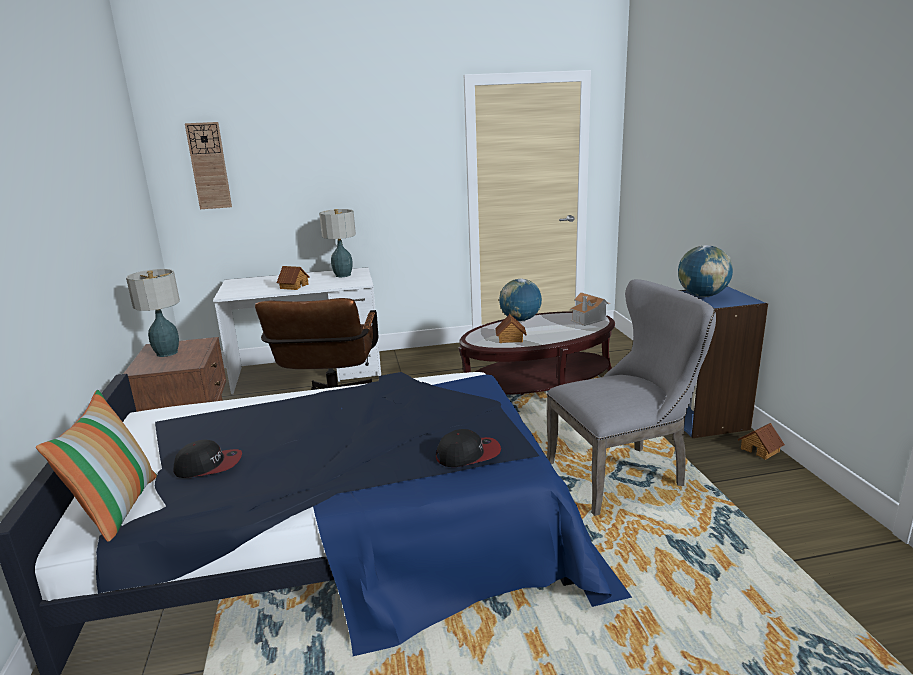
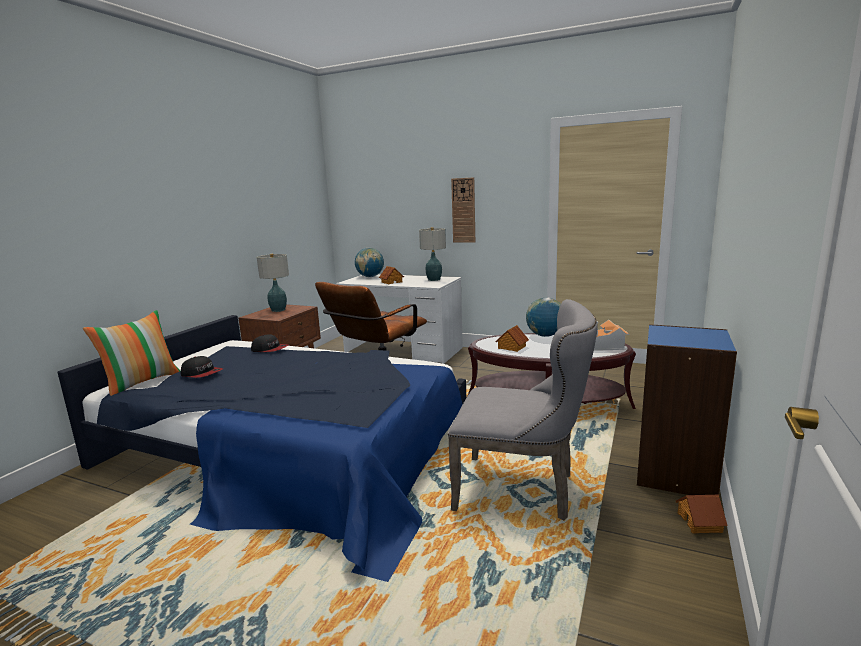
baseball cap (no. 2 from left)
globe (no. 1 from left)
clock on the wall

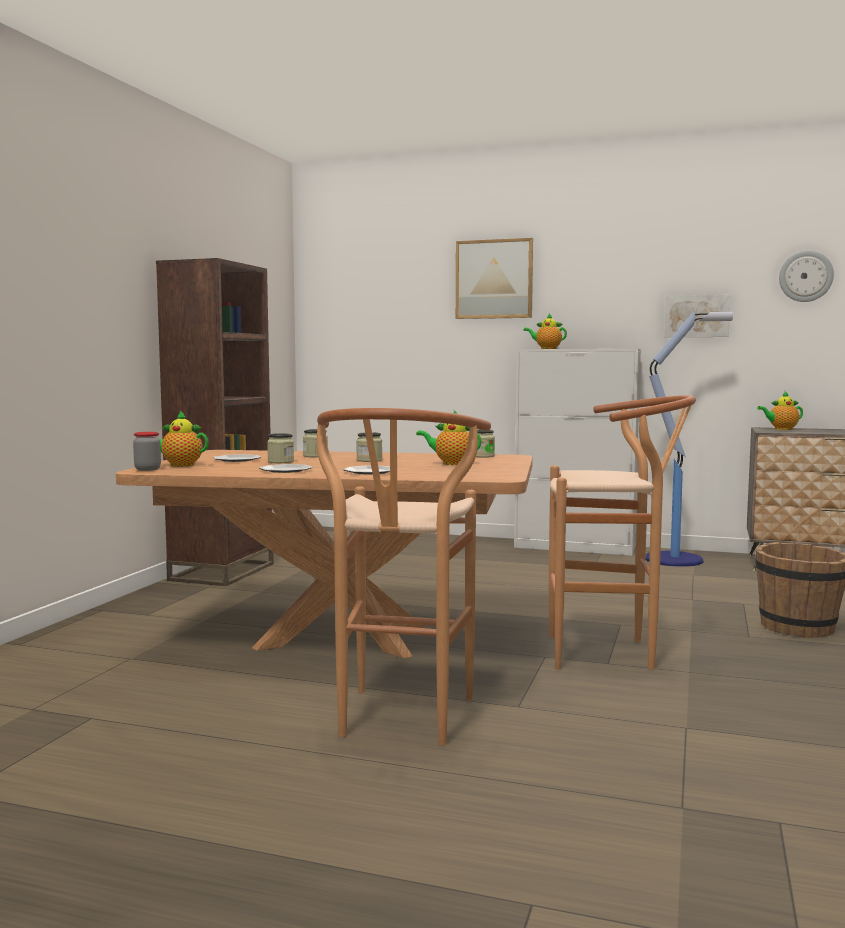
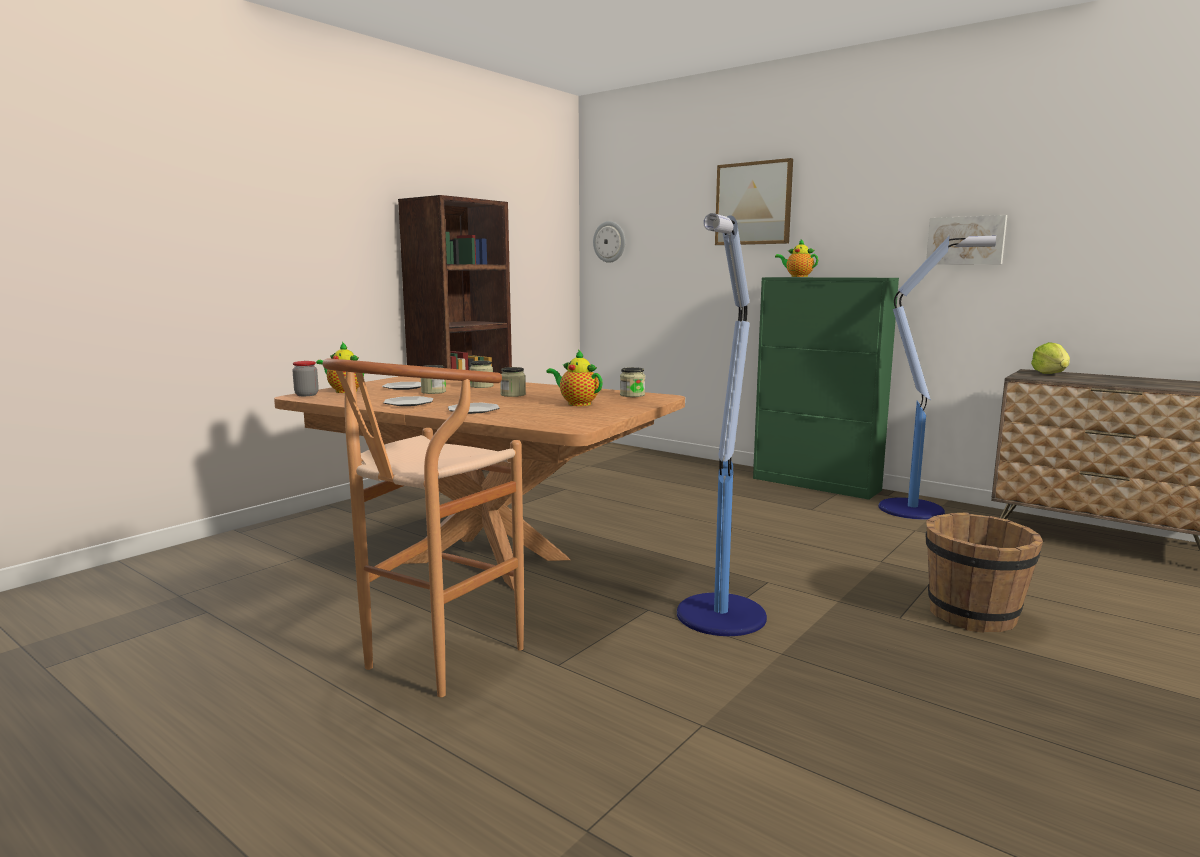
clock on the wall
standing lamp (no. 1 from left)
green-coloured cupboard
head of lettuce

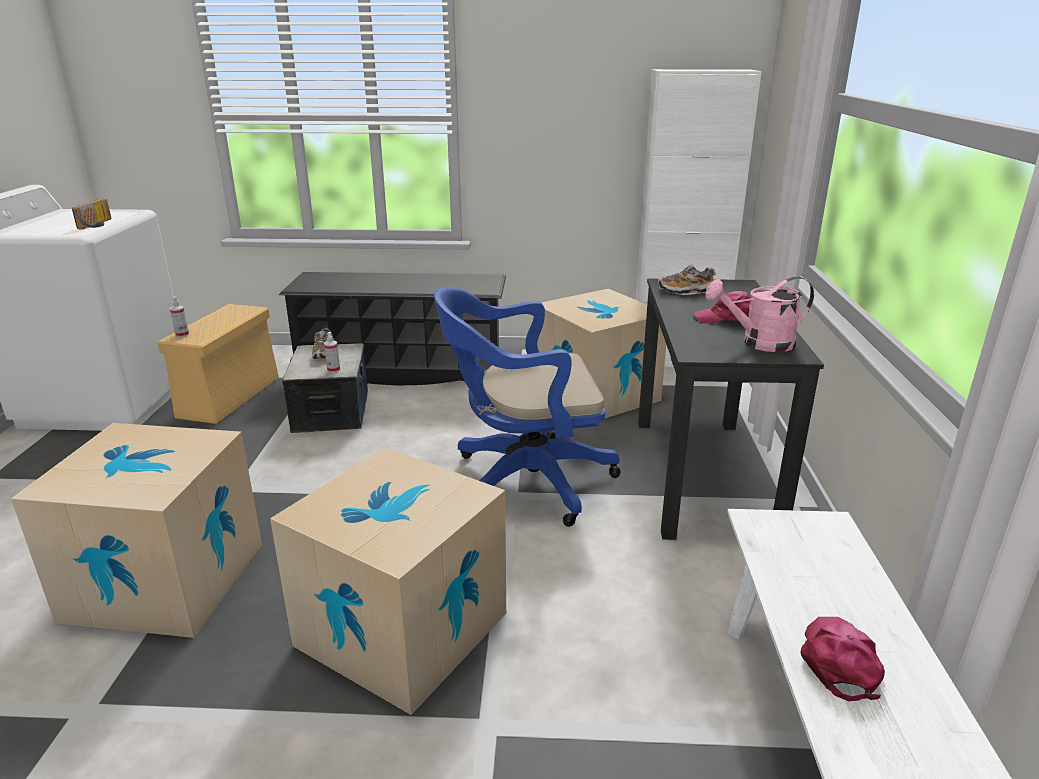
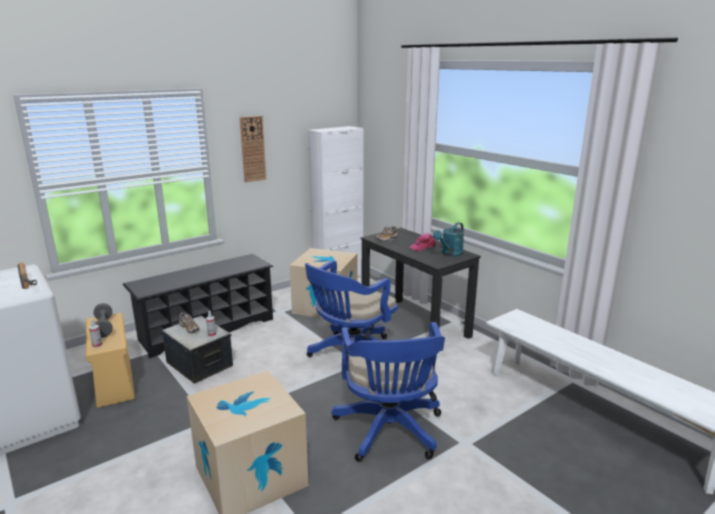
gray dumbbell
clock on the wall
bluish computer chair (no. 2 from left)
blue-green watering pot
pink-coloured baseball cap (no. 2 from left in the first image)

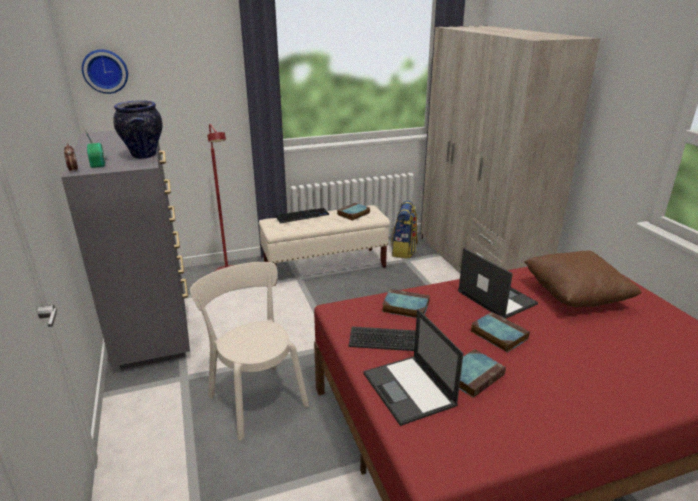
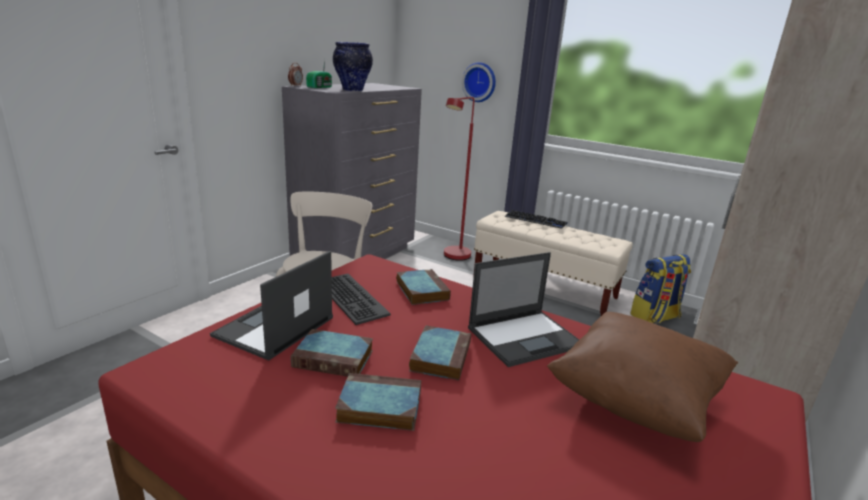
book (no. 2 from left)
clock on the wall
portable computer (no. 2 from left)

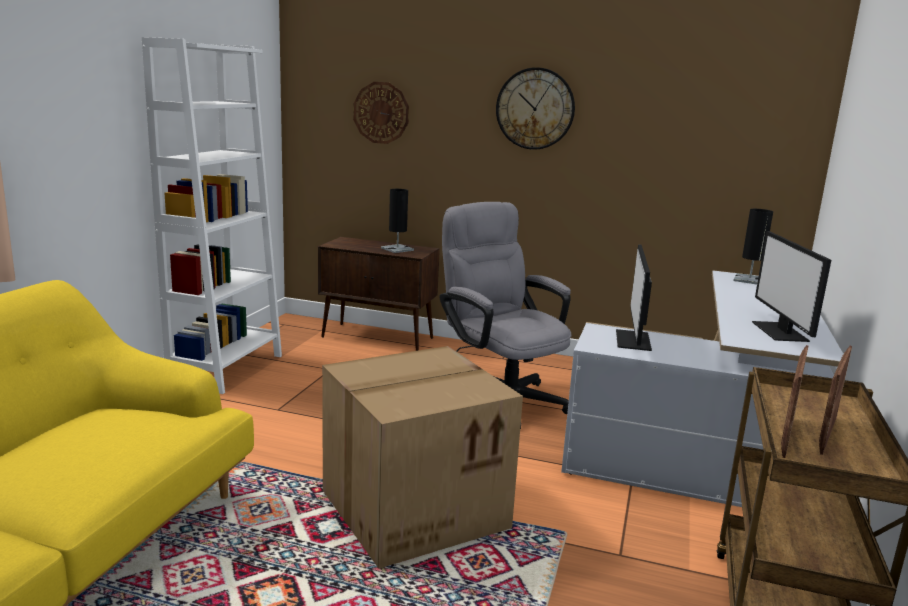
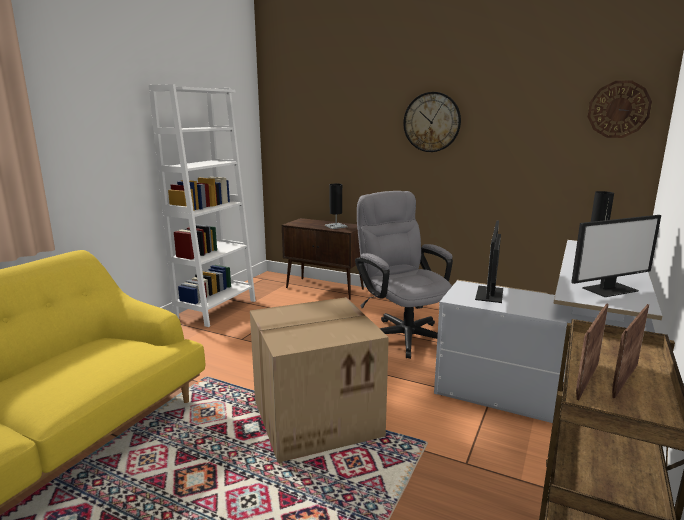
monitor (no. 2 from left)
clock on the wall (no. 2 from left)

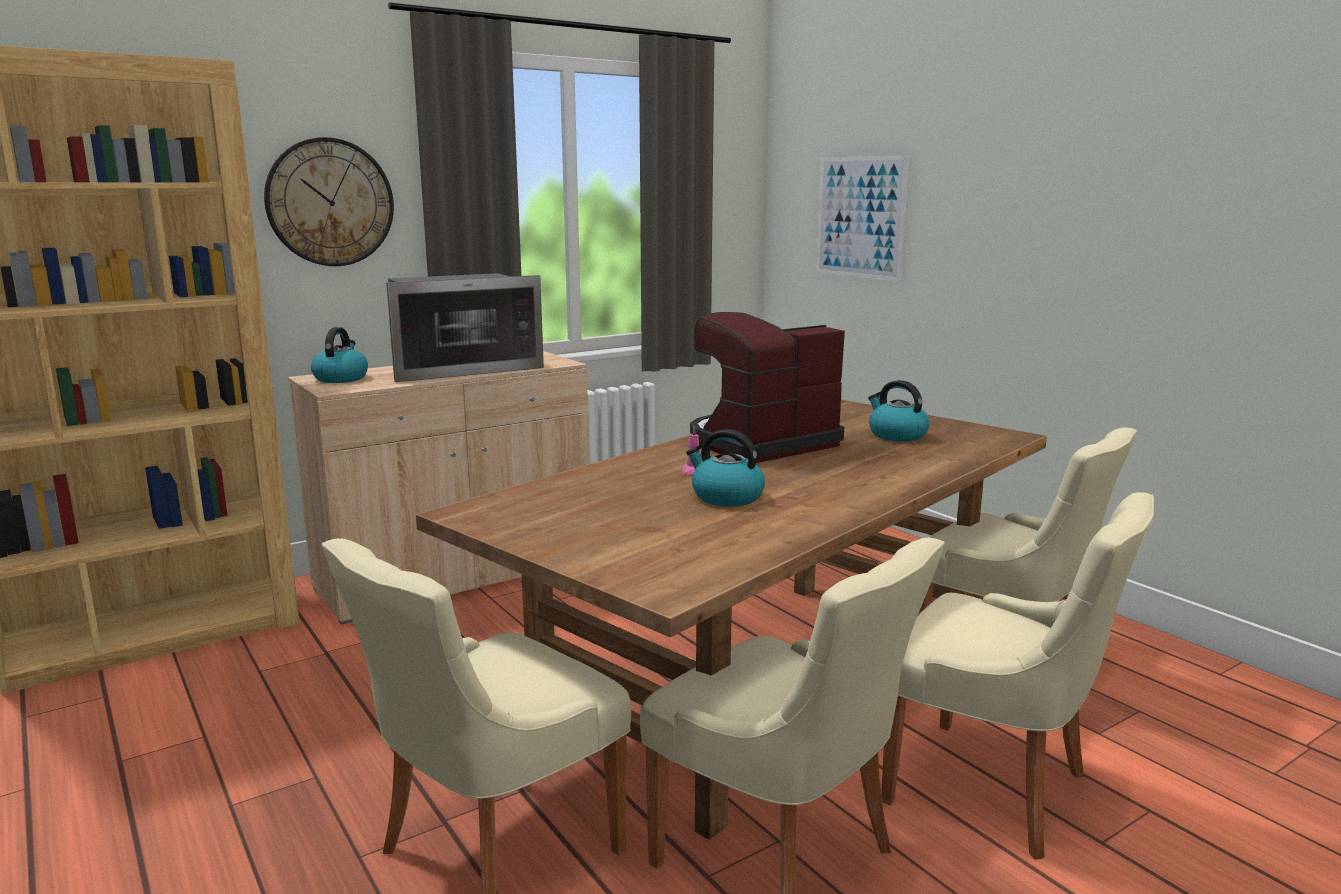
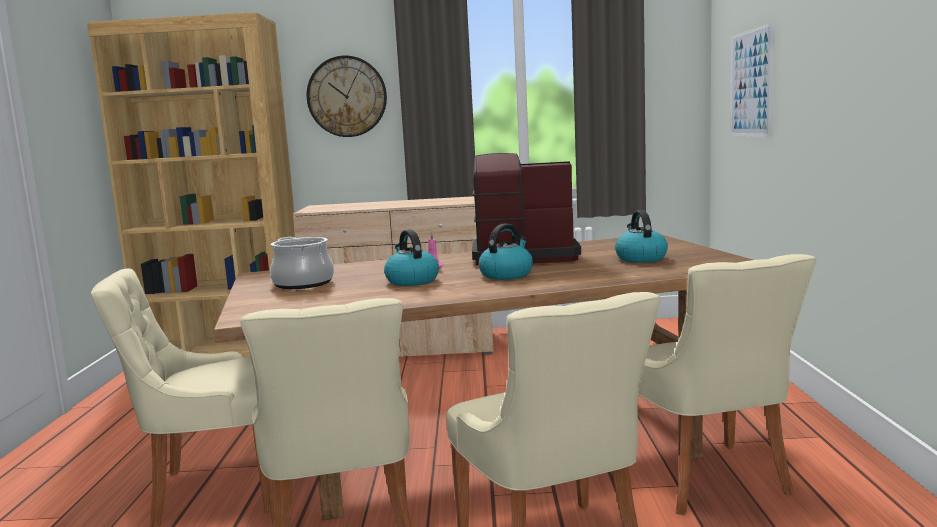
stockpot
tea kettle (no. 2 from left)
kitchen microwave

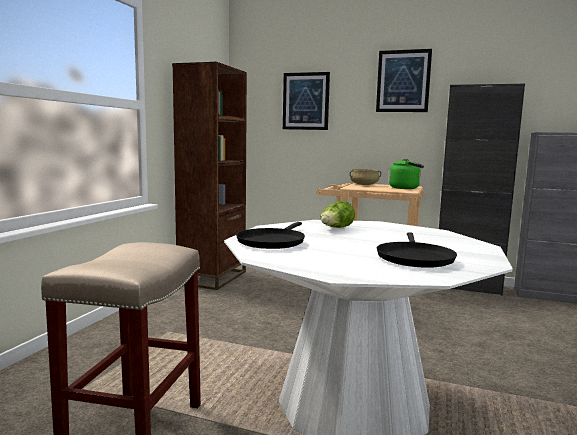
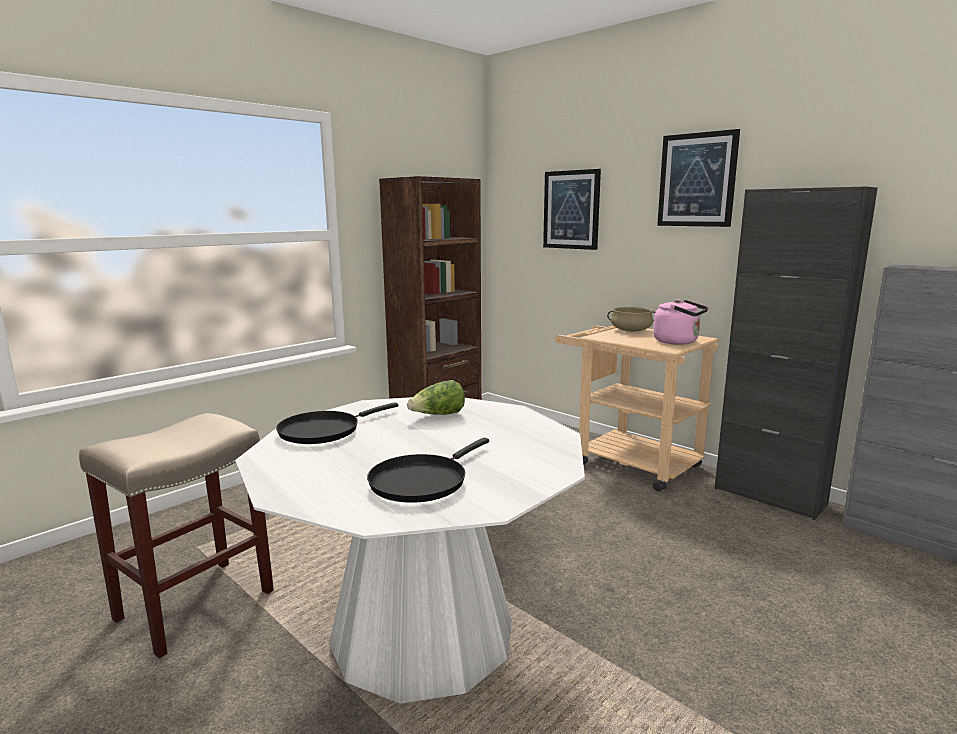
pink-coloured tea kettle

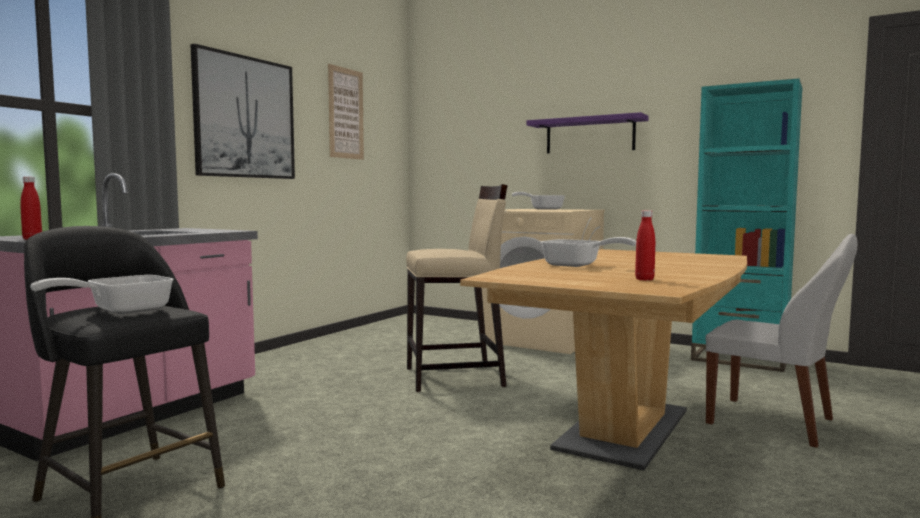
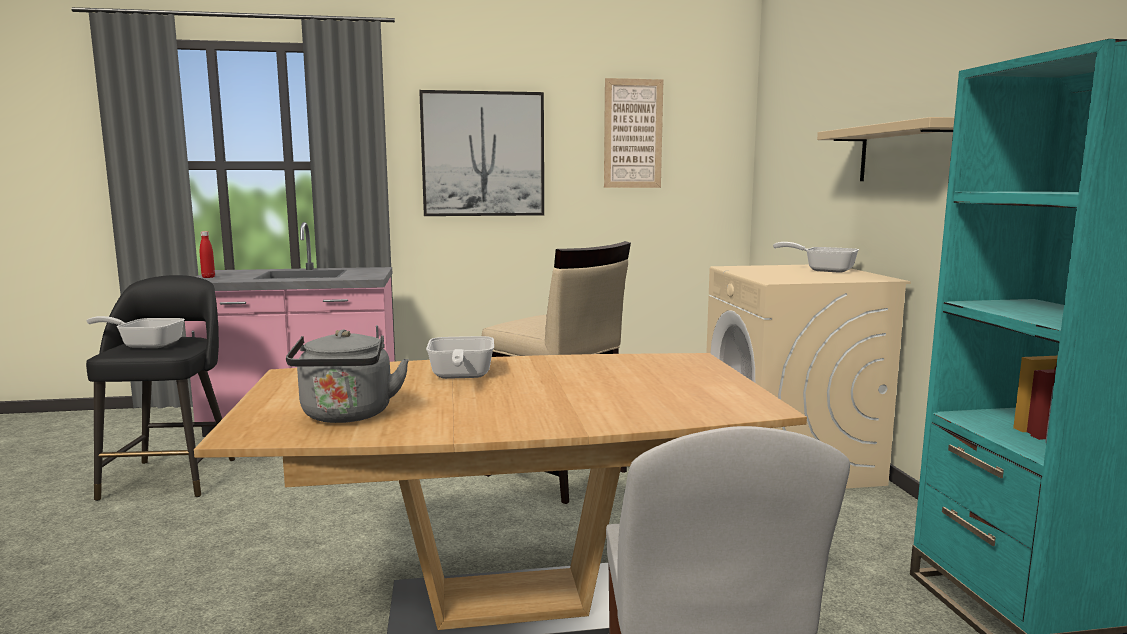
gray tea kettle
sand-coloured wall shelf

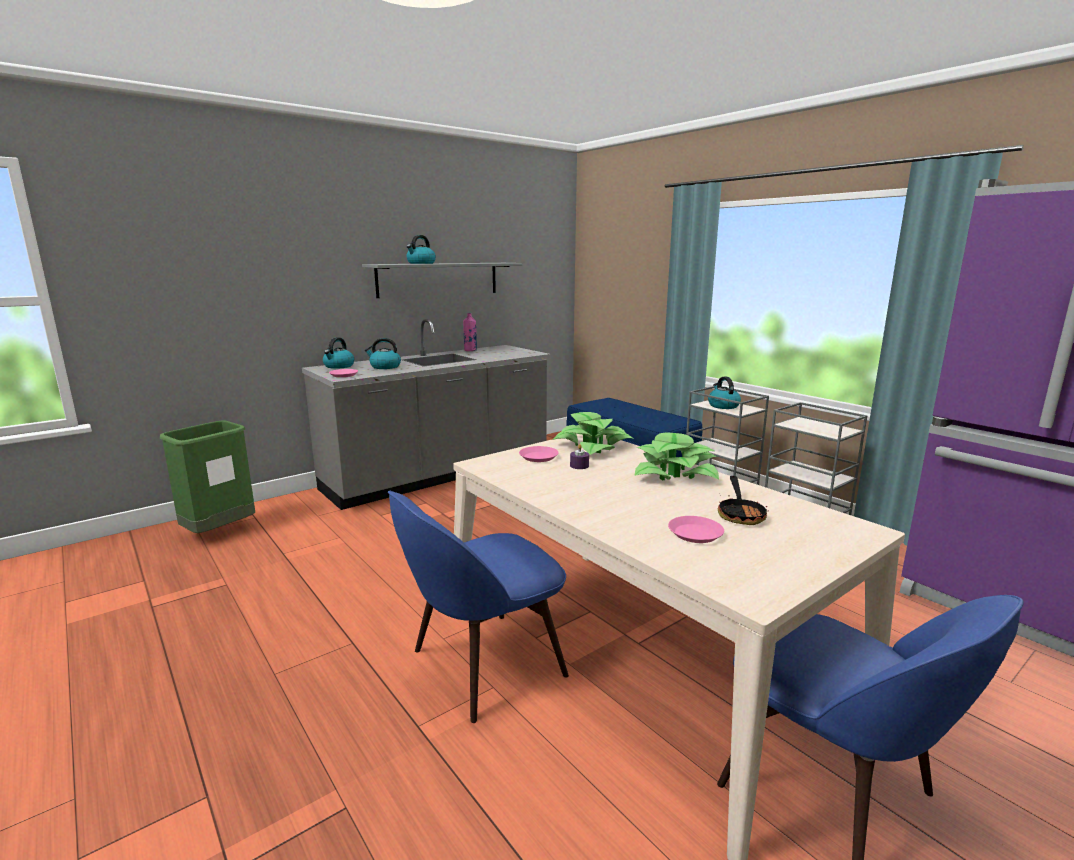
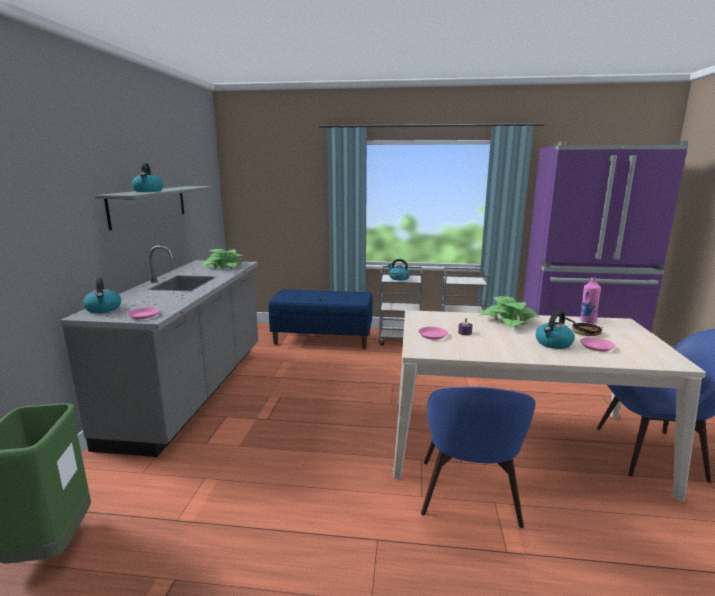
plant in a pot (no. 1 from left)
tea kettle (no. 4 from left)
pink-coloured bottle

